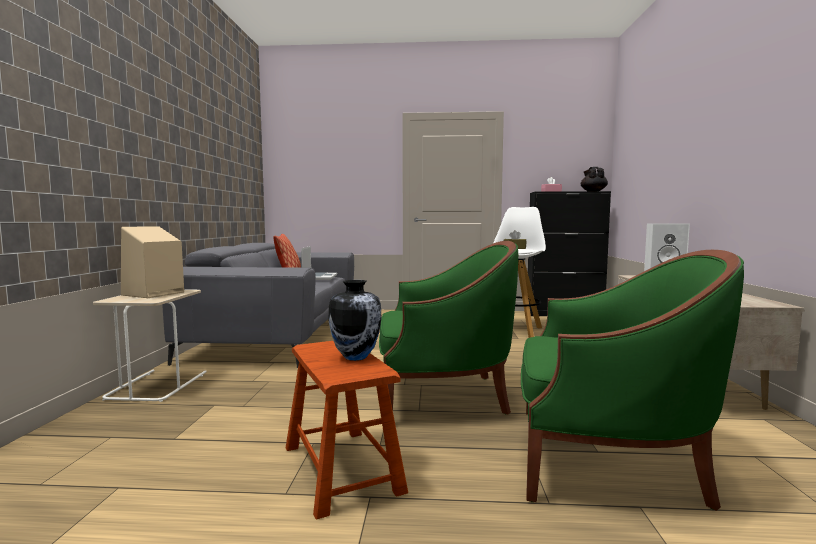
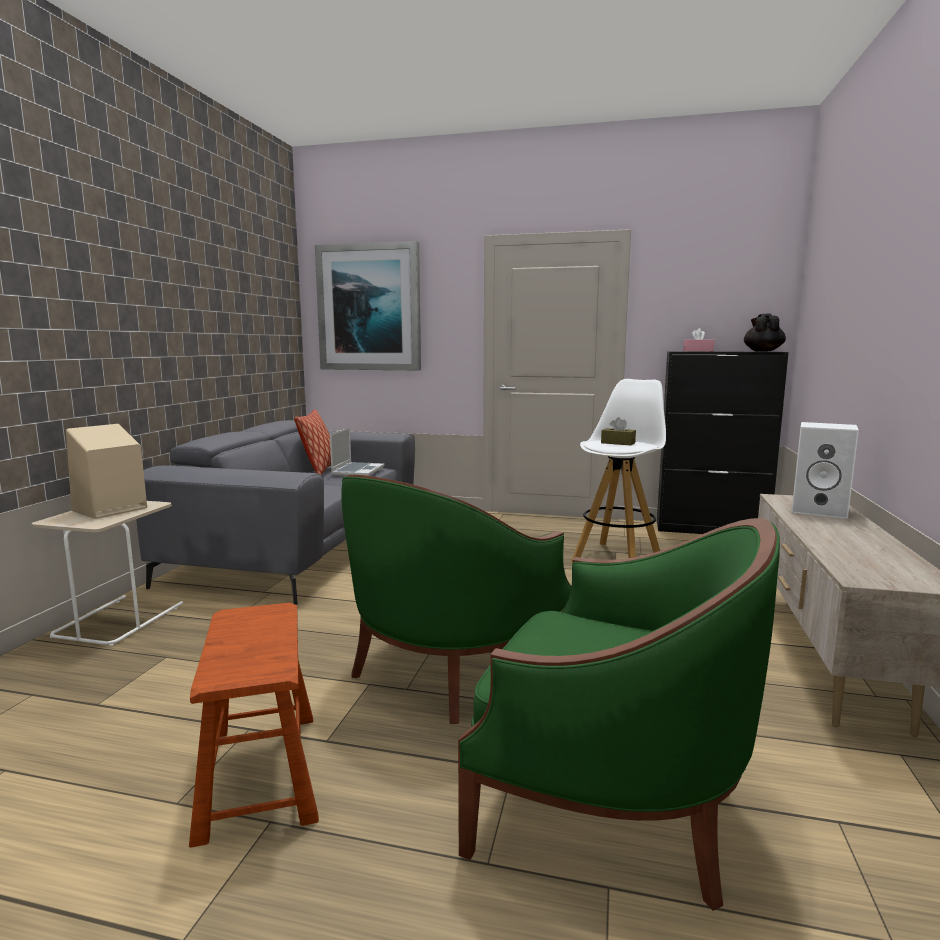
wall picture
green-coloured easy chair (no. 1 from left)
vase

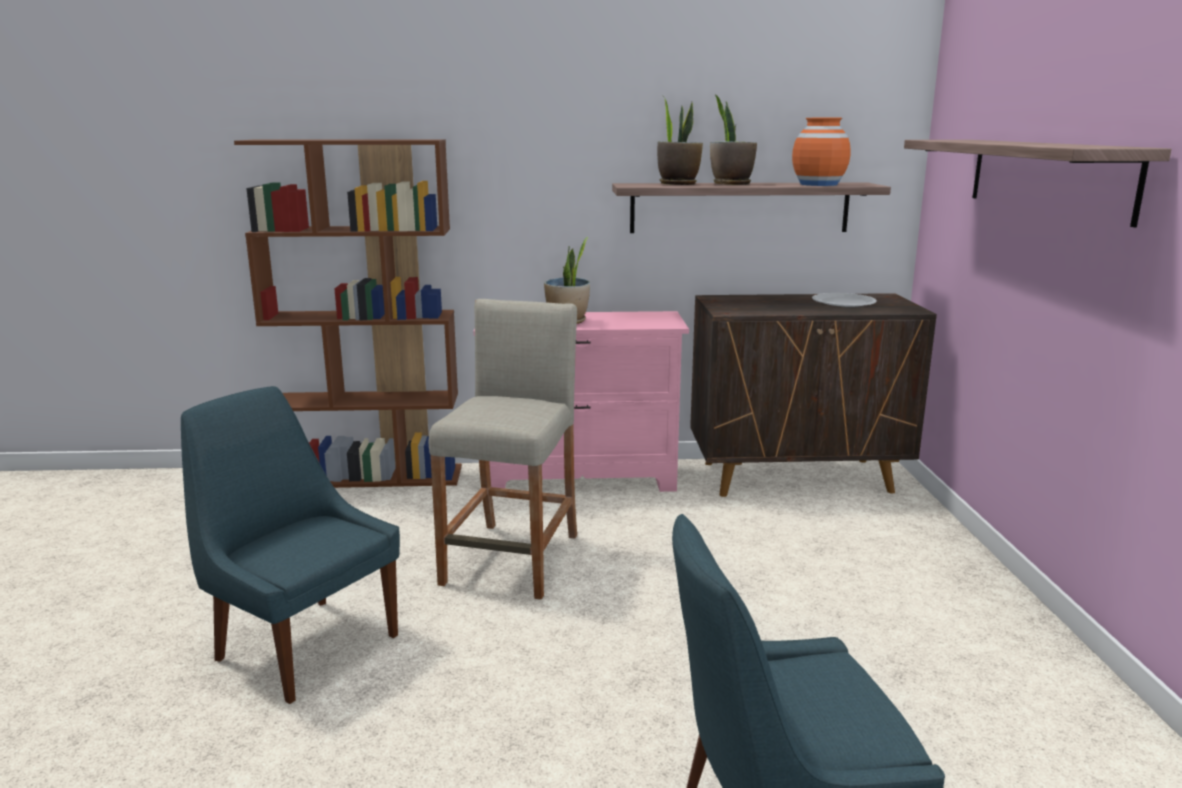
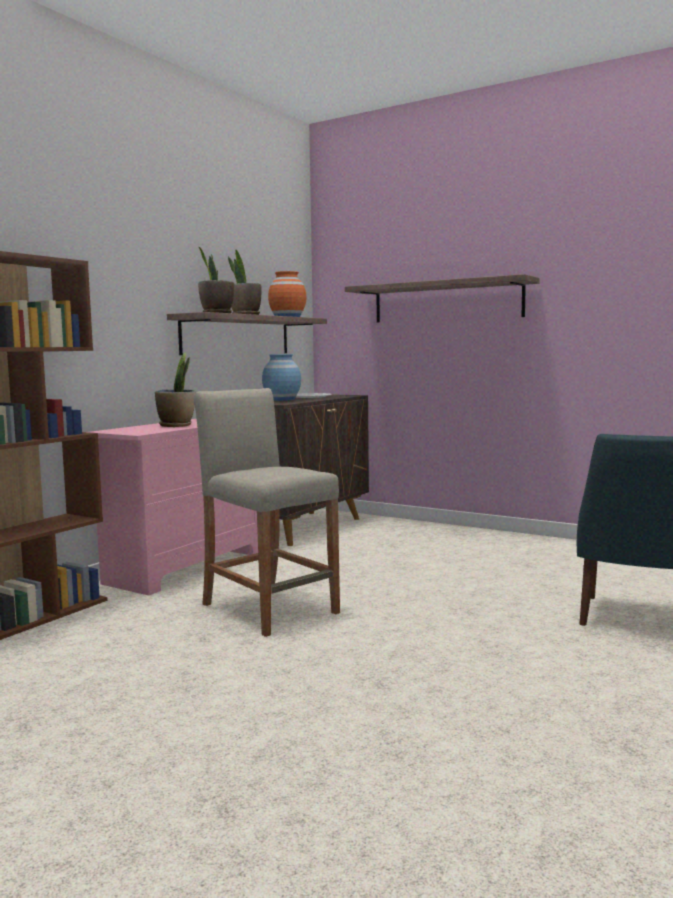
bluish vase
bluish chair (no. 1 from left in the first image)

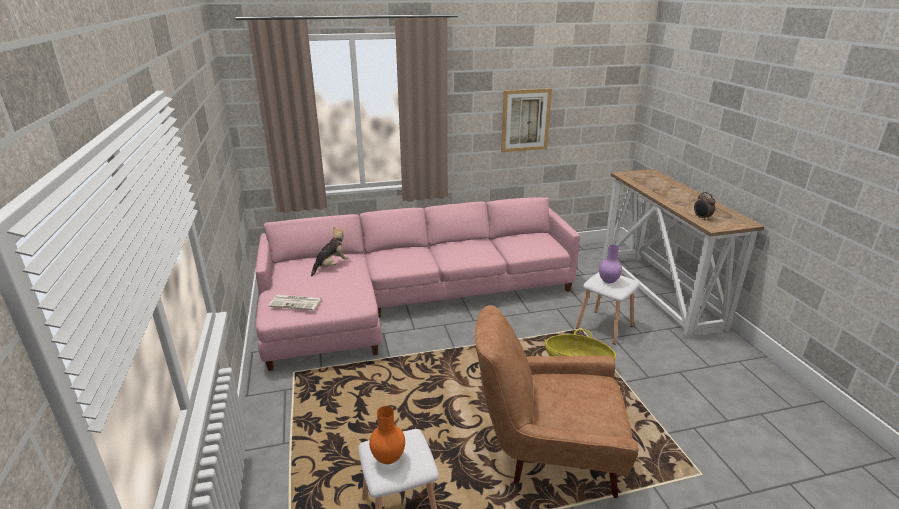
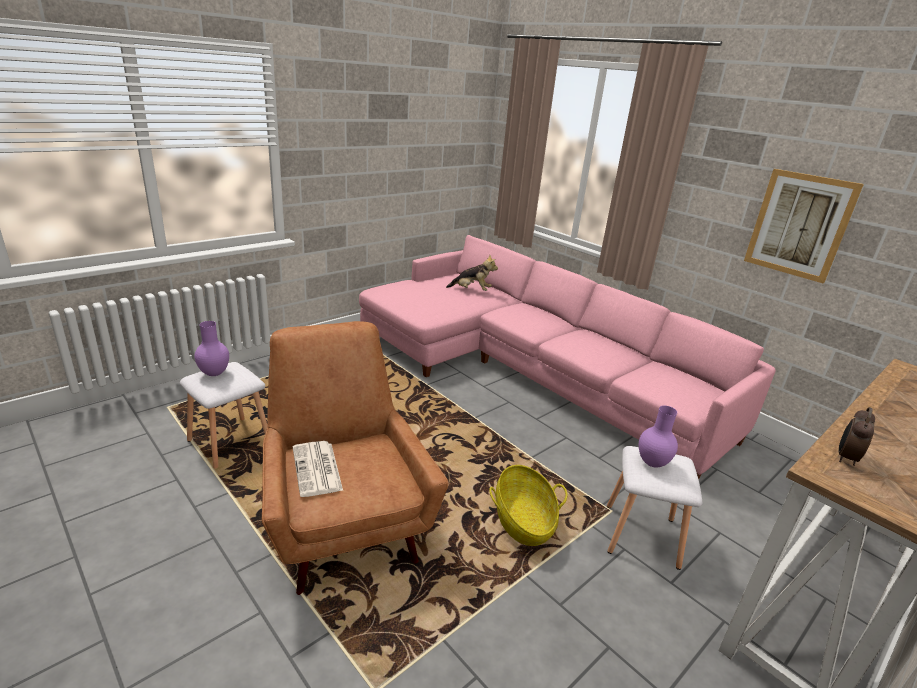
purple-coloured vase (no. 1 from left)
newspaper

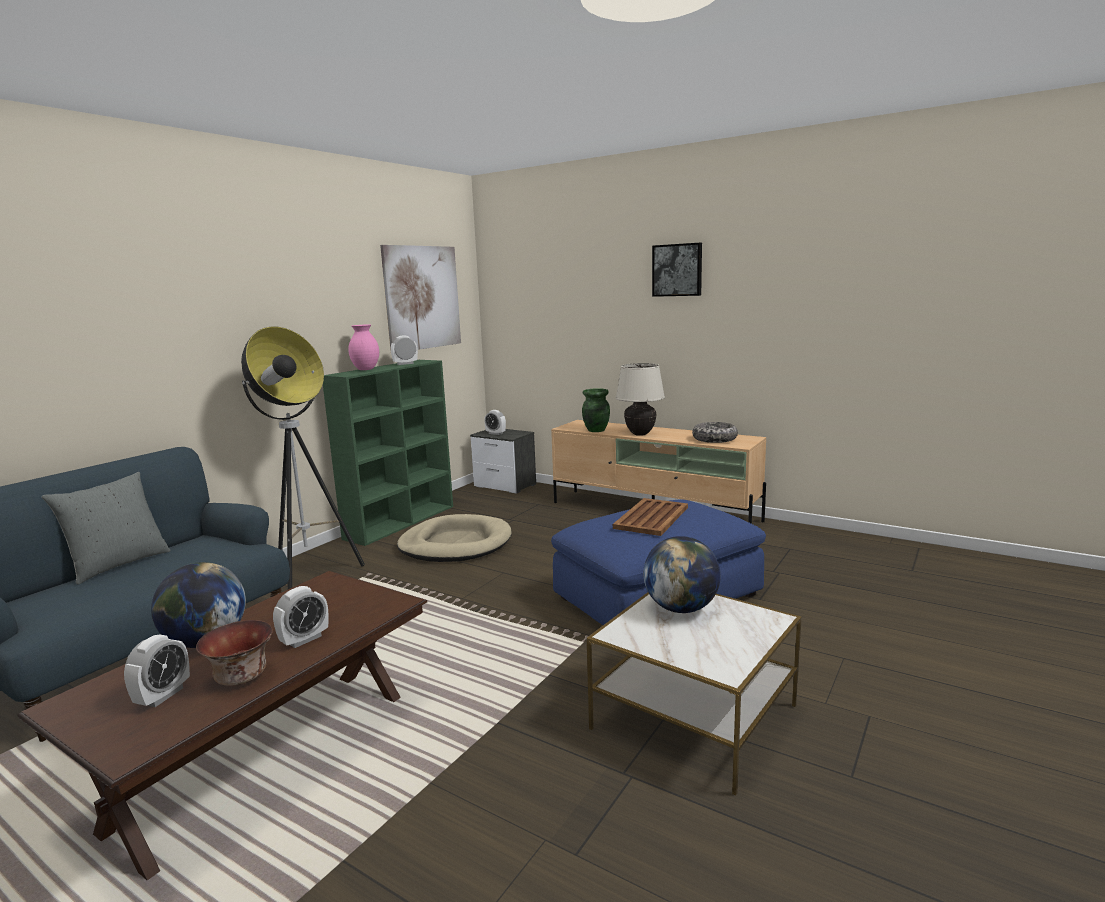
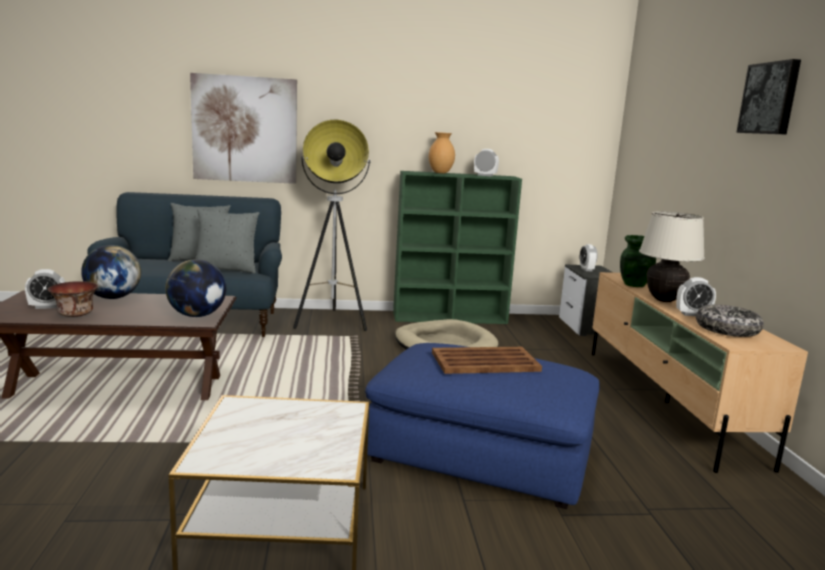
globe (no. 2 from left)
wall picture (no. 1 from left)
gray throw pillow (no. 2 from left)
brownish vase
alarm clock (no. 4 from left)

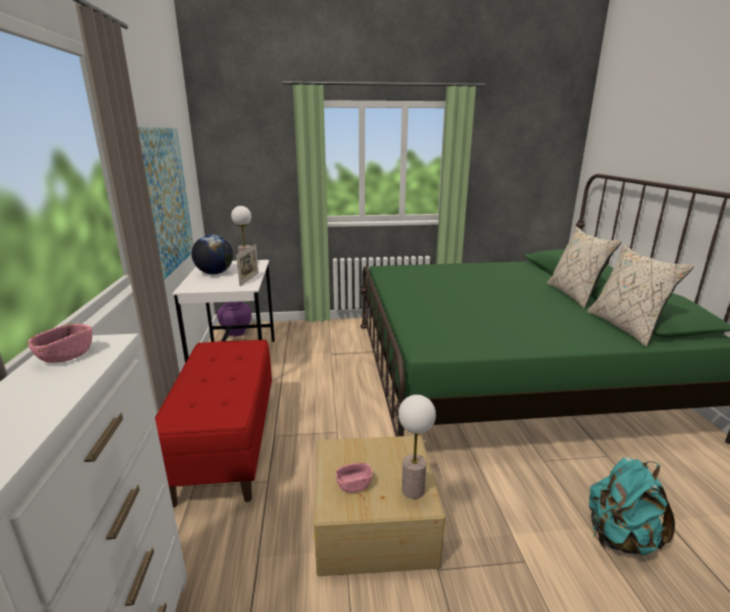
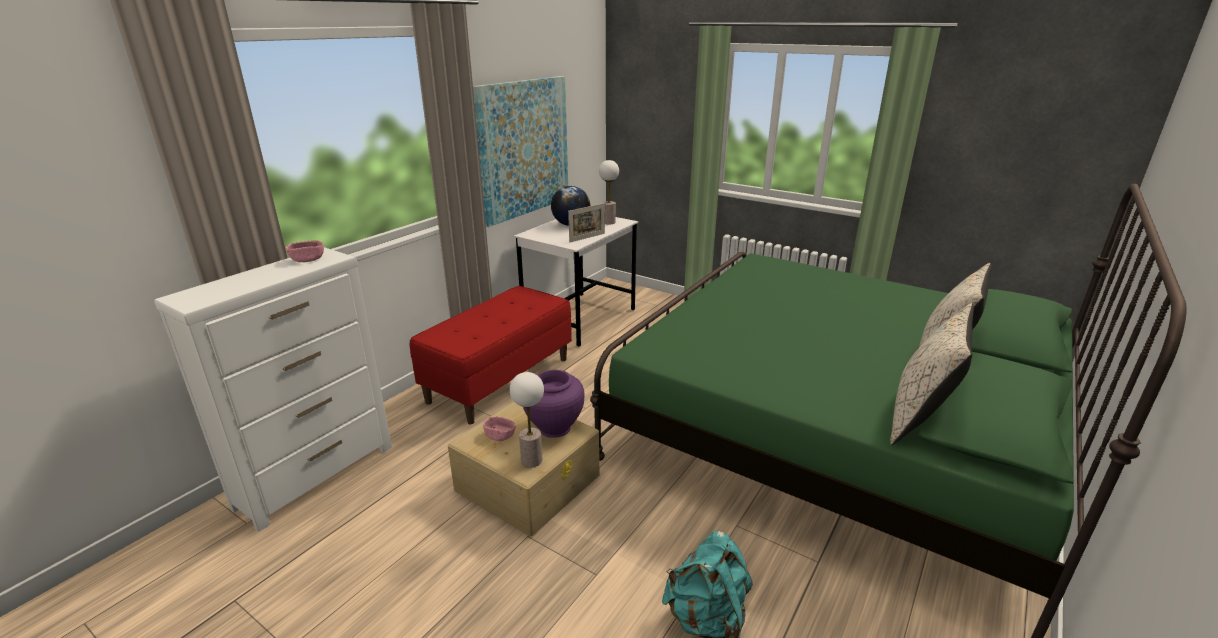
purple-coloured vase

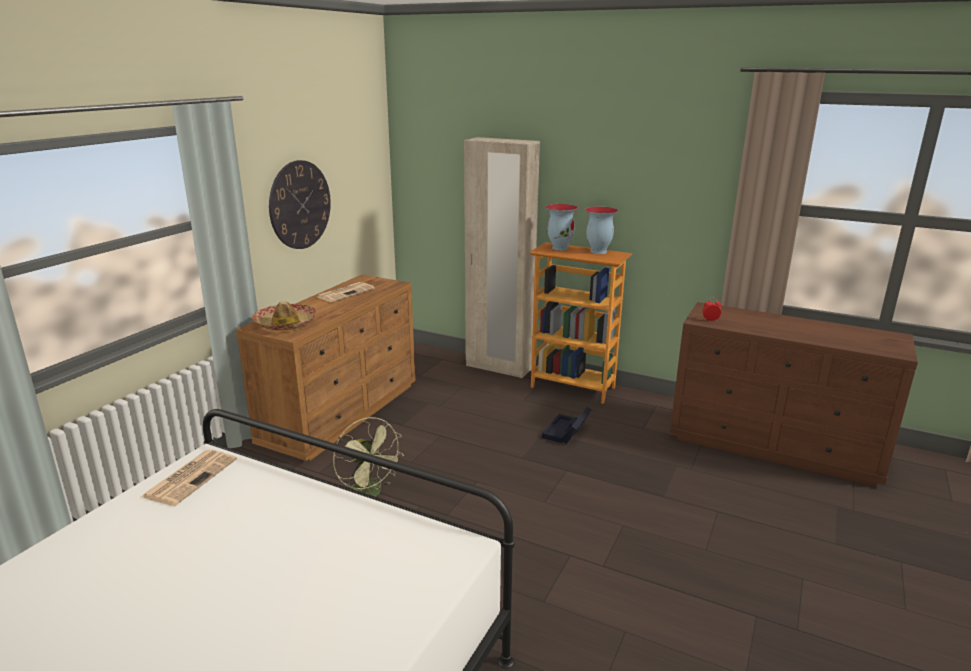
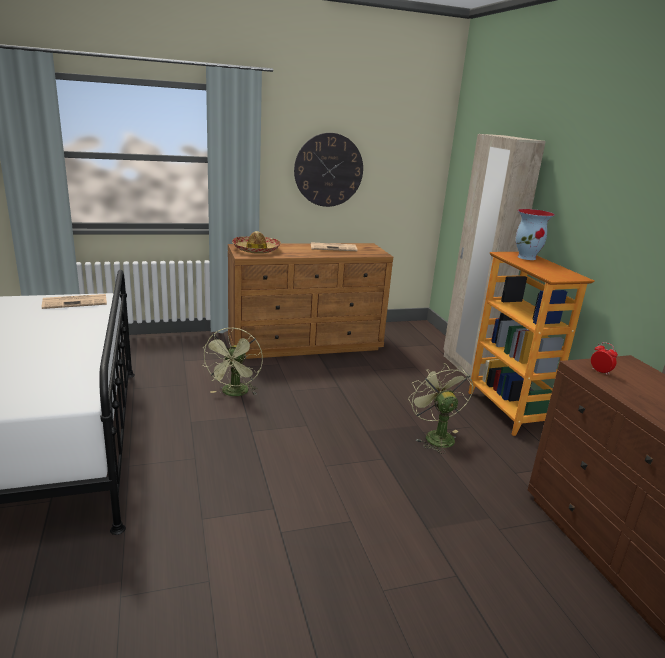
green-coloured fan (no. 2 from left)
vase (no. 2 from left in the first image)

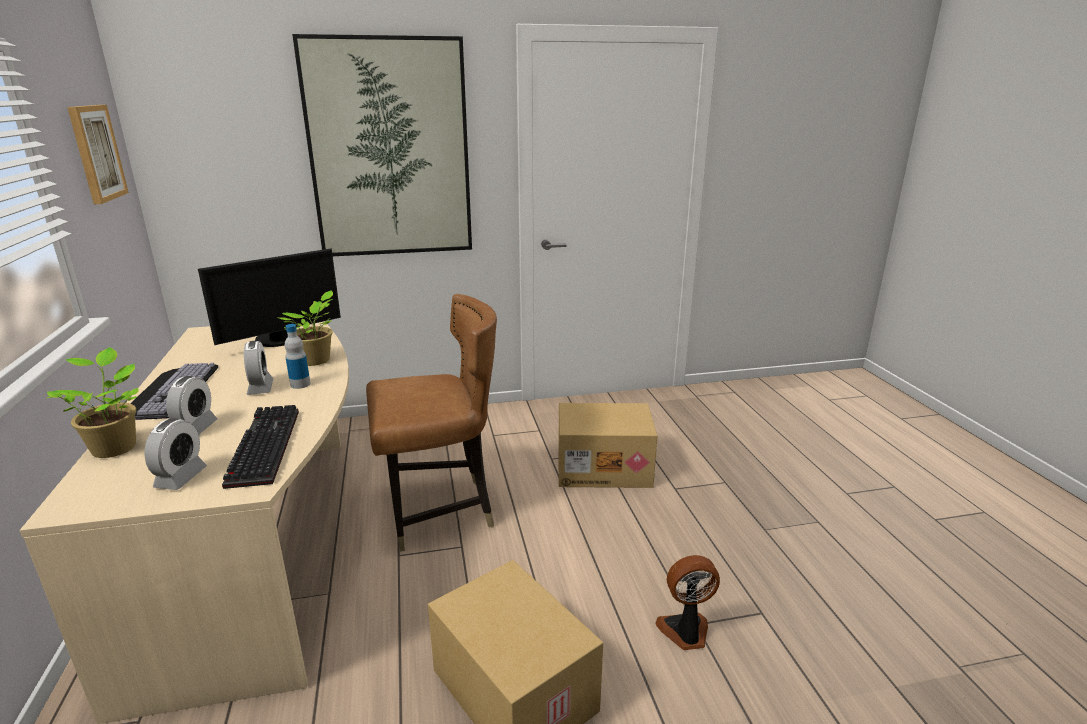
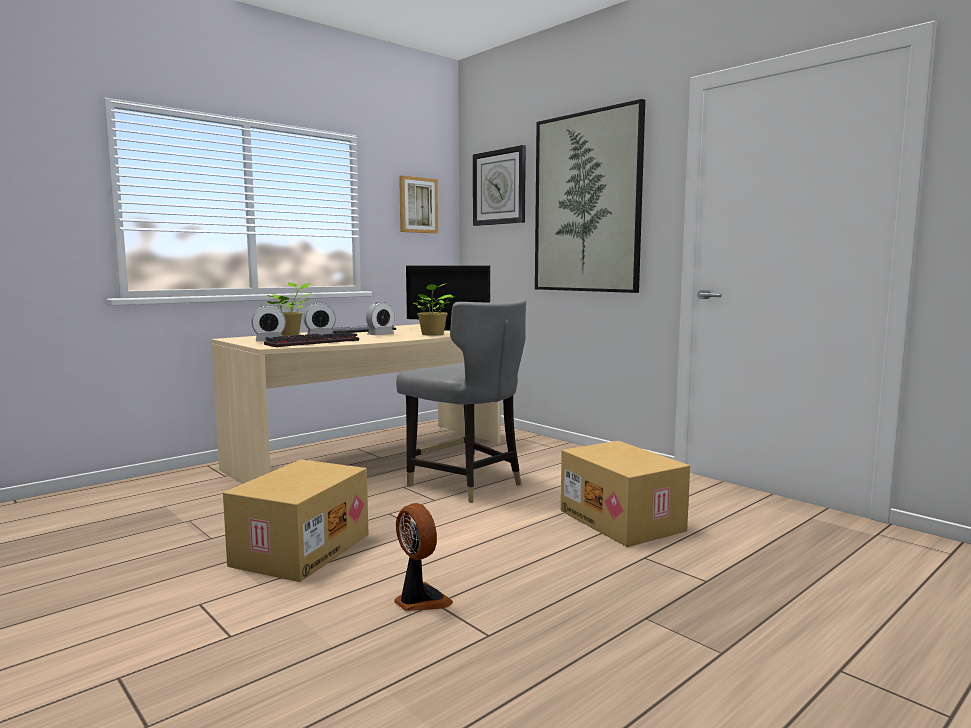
gray chair
clock on the wall
bottle

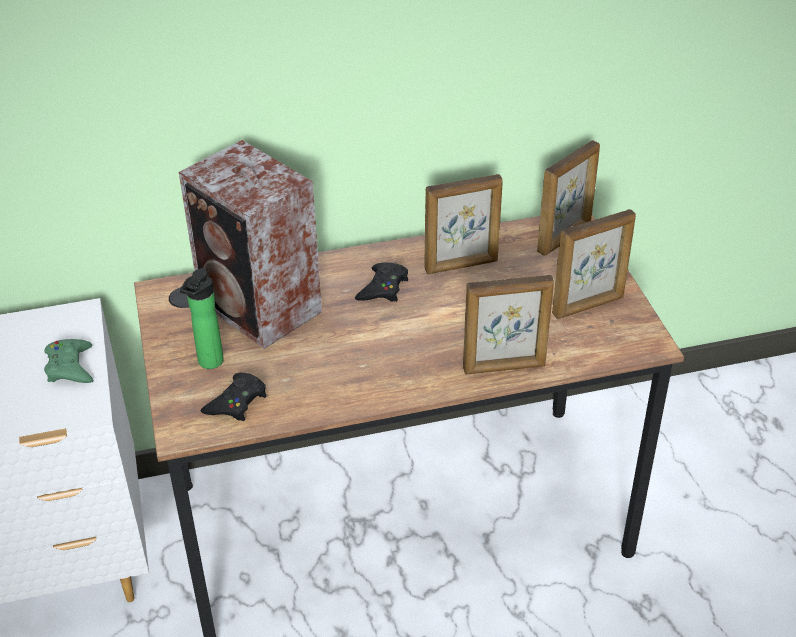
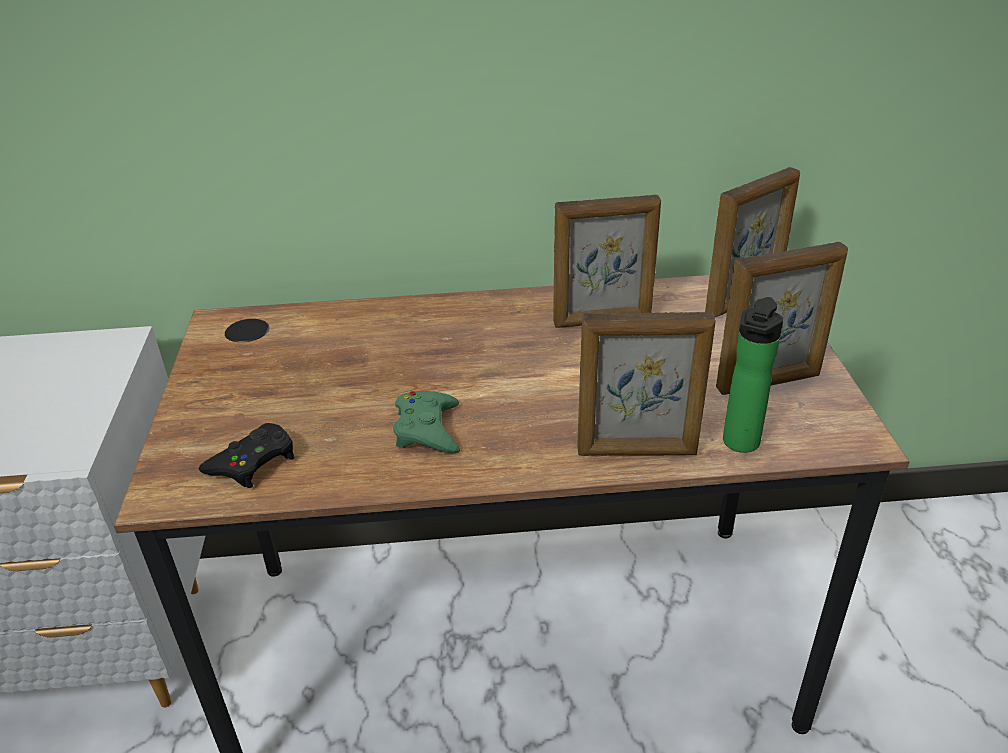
green-coloured joypad
bottle
loudspeaker
black joypad (no. 2 from left in the first image)

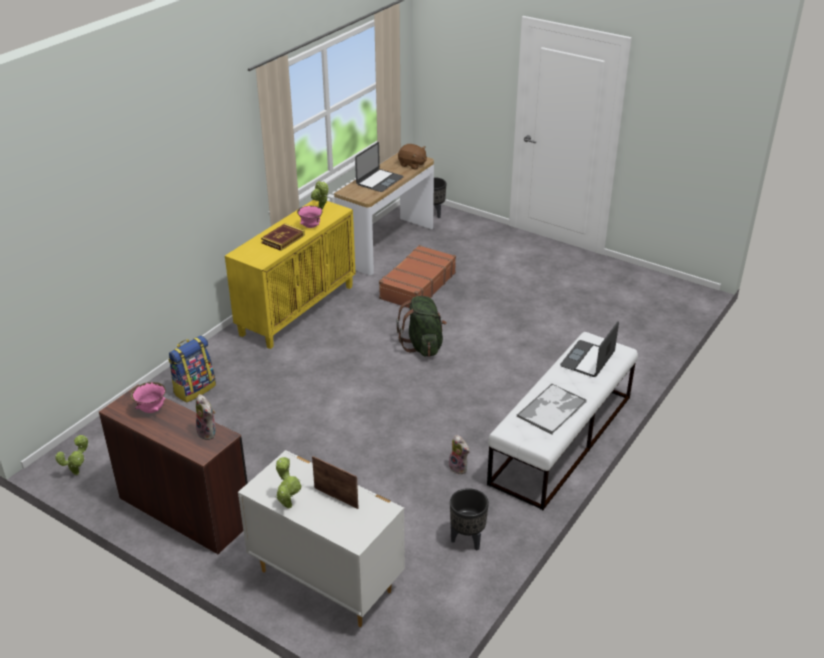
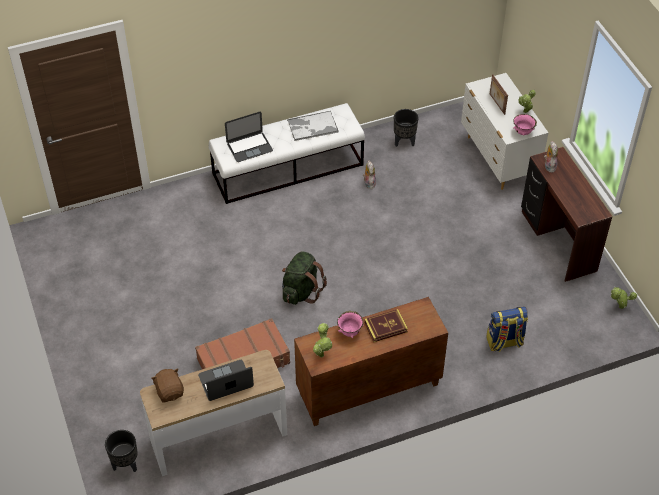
brownish cupboard
pink-coloured bowl (no. 2 from left)

